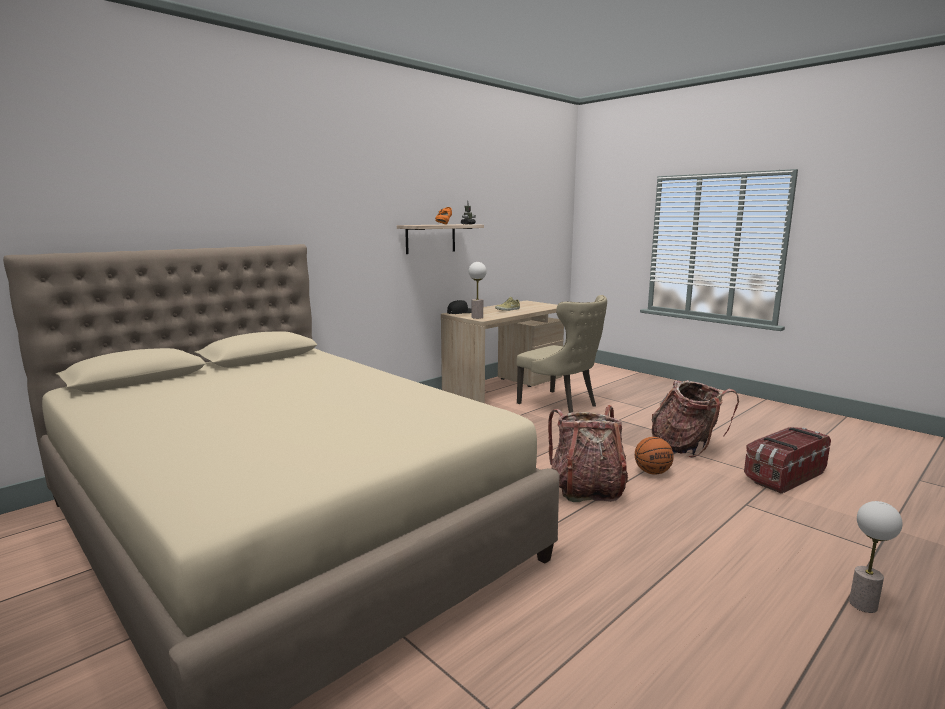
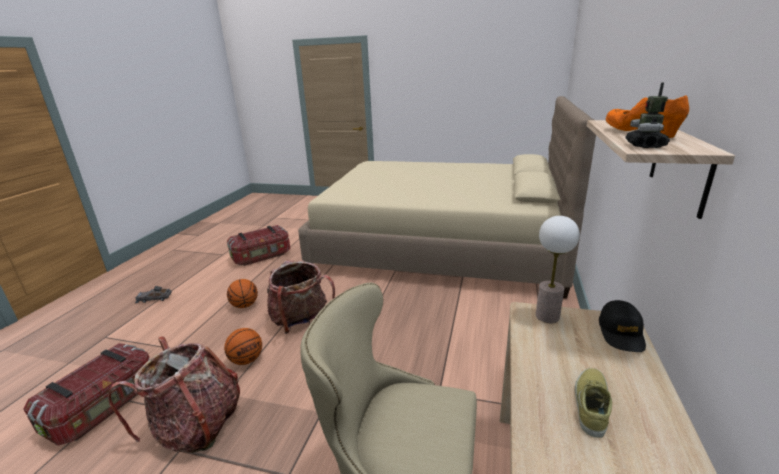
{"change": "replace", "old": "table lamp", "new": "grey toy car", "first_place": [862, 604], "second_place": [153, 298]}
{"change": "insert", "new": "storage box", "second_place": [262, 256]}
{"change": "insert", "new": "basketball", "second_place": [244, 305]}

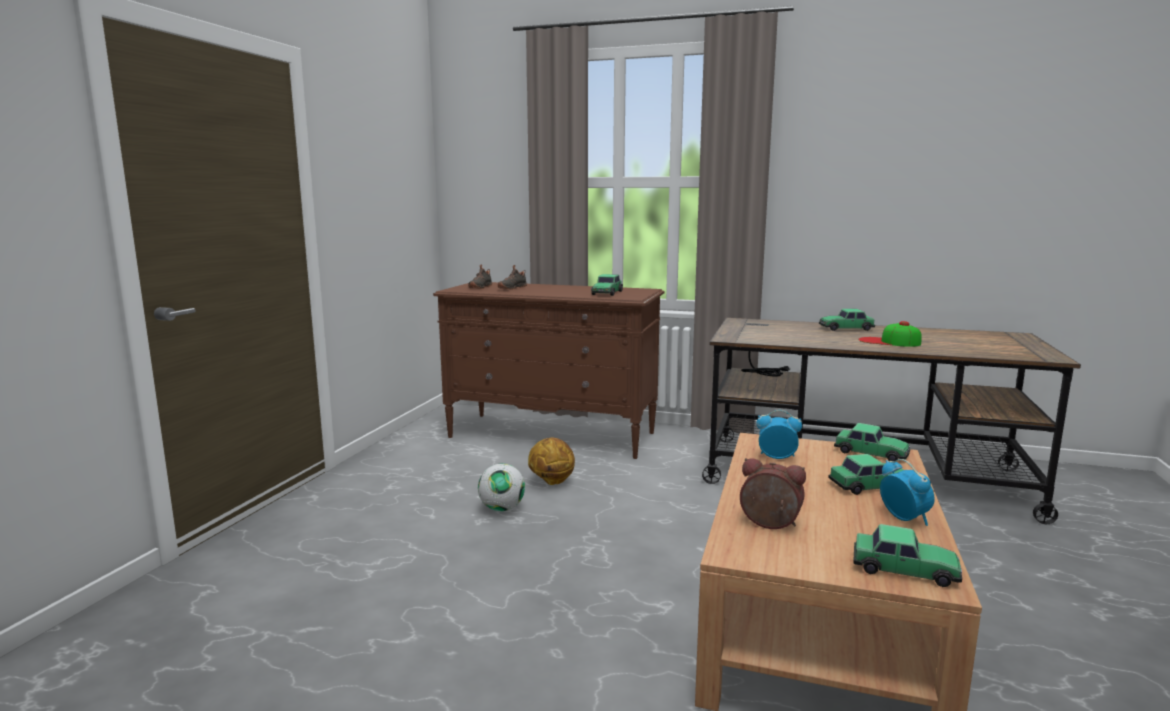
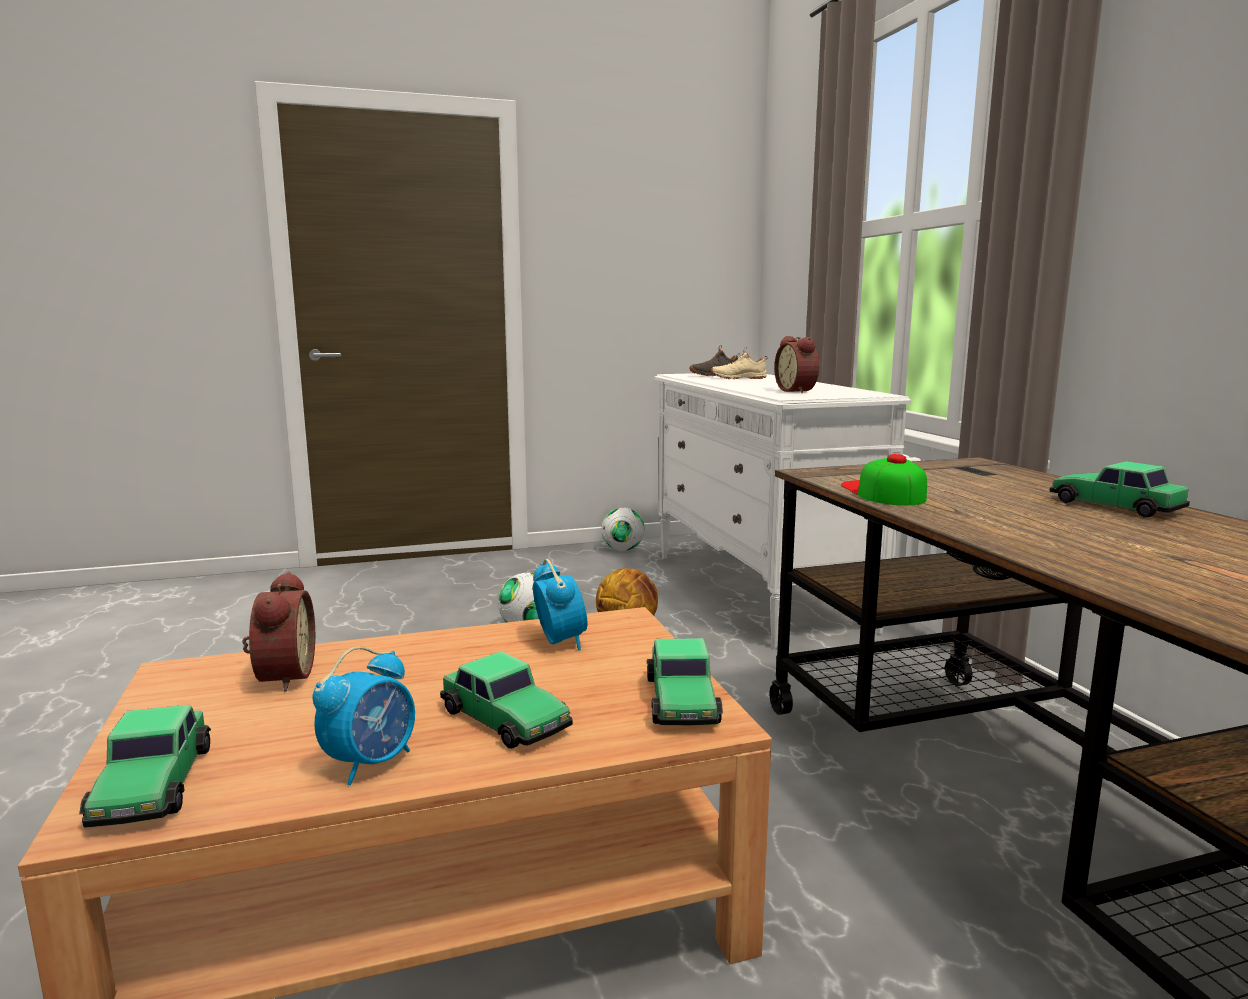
{"change": "recolor", "old": "black shoe", "new": "beige shoe", "first_place": [511, 288], "second_place": [738, 378]}
{"change": "replace", "old": "toy car", "new": "alarm clock", "first_place": [607, 293], "second_place": [798, 391]}
{"change": "recolor", "old": "brown dresser", "new": "white dresser", "first_place": [552, 436], "second_place": [756, 591]}
{"change": "move", "old": "cap", "first_place": [889, 342], "second_place": [882, 492]}
{"change": "insert", "new": "football", "second_place": [623, 550]}

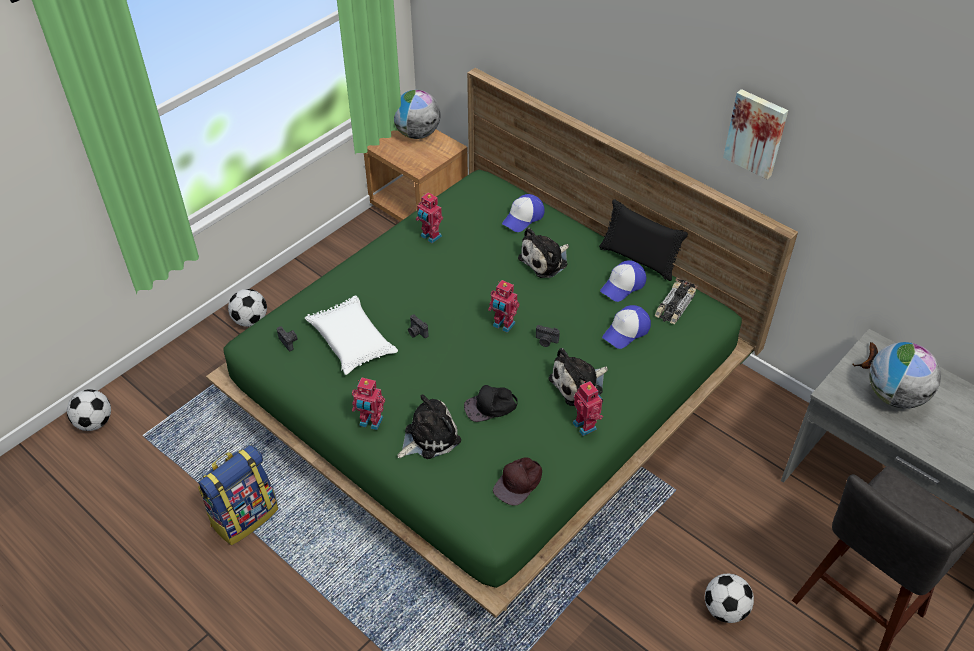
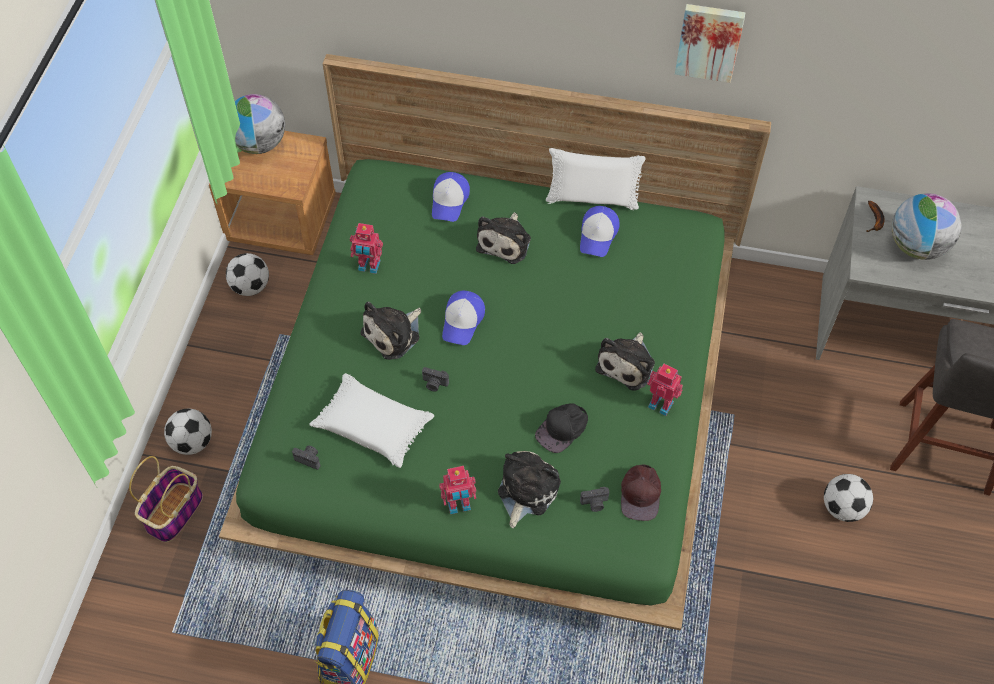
{"change": "recolor", "old": "black pillow", "new": "white pillow", "first_place": [639, 259], "second_place": [592, 198]}
{"change": "delete", "old": "toy car", "first_place": [674, 306]}
{"change": "delete", "old": "toy robot", "first_place": [503, 325]}
{"change": "move", "old": "cap", "first_place": [626, 331], "second_place": [463, 321]}
{"change": "move", "old": "photo camera", "first_place": [546, 341], "second_place": [594, 503]}
{"change": "move", "old": "football", "first_place": [94, 422], "second_place": [250, 286]}
{"change": "insert", "new": "plush toy", "second_place": [394, 334]}
{"change": "insert", "new": "basket", "second_place": [174, 511]}

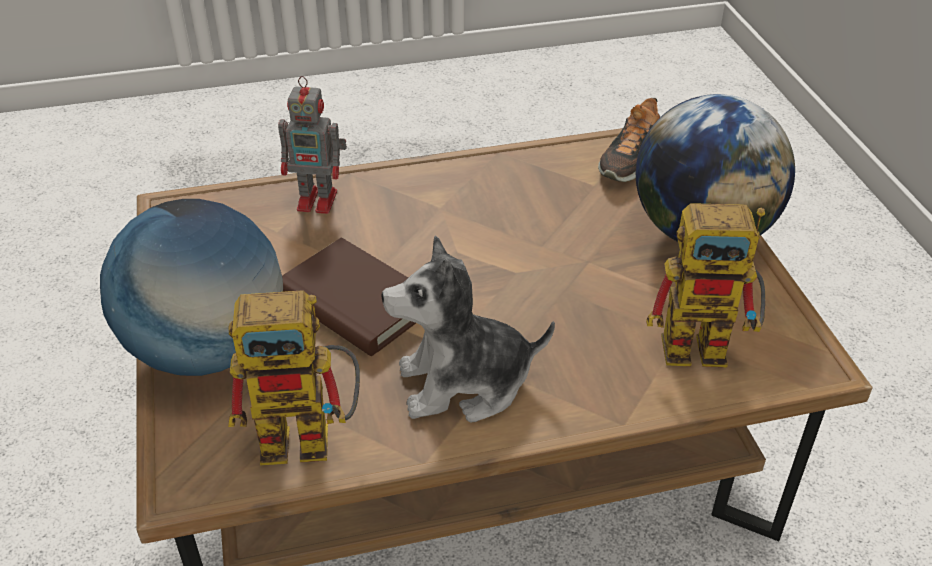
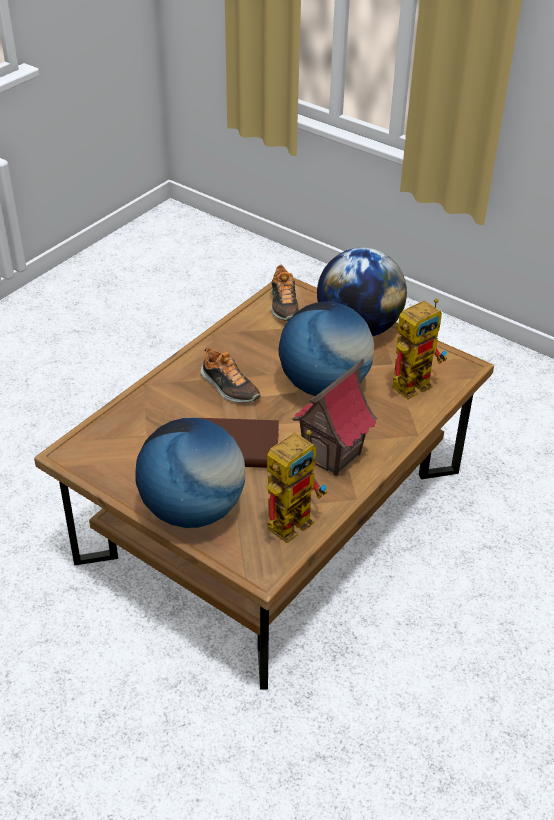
{"change": "delete", "old": "toy robot", "first_place": [319, 201]}
{"change": "replace", "old": "plush toy", "new": "toy house", "first_place": [464, 383], "second_place": [333, 456]}
{"change": "insert", "new": "globe", "second_place": [324, 386]}
{"change": "insert", "new": "shoe", "second_place": [229, 387]}

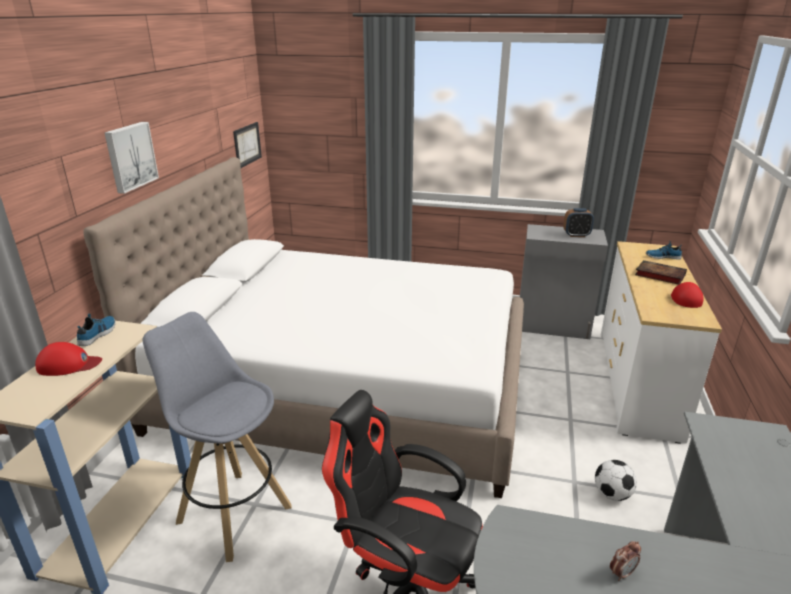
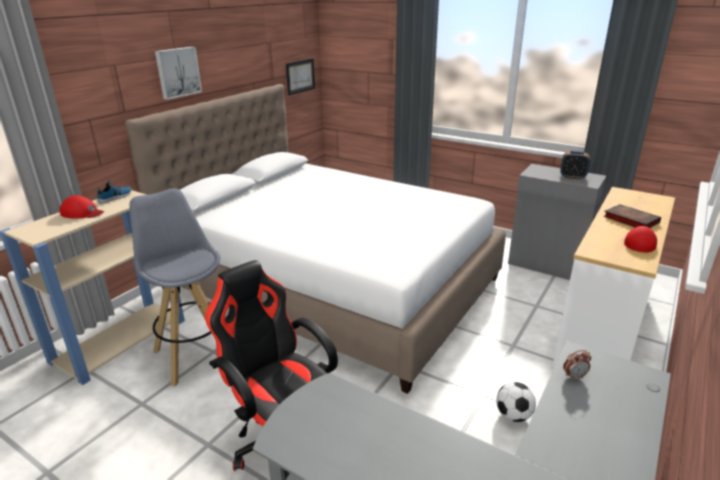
{"change": "delete", "old": "shoe", "first_place": [662, 256]}
{"change": "move", "old": "alarm clock", "first_place": [622, 573], "second_place": [574, 377]}

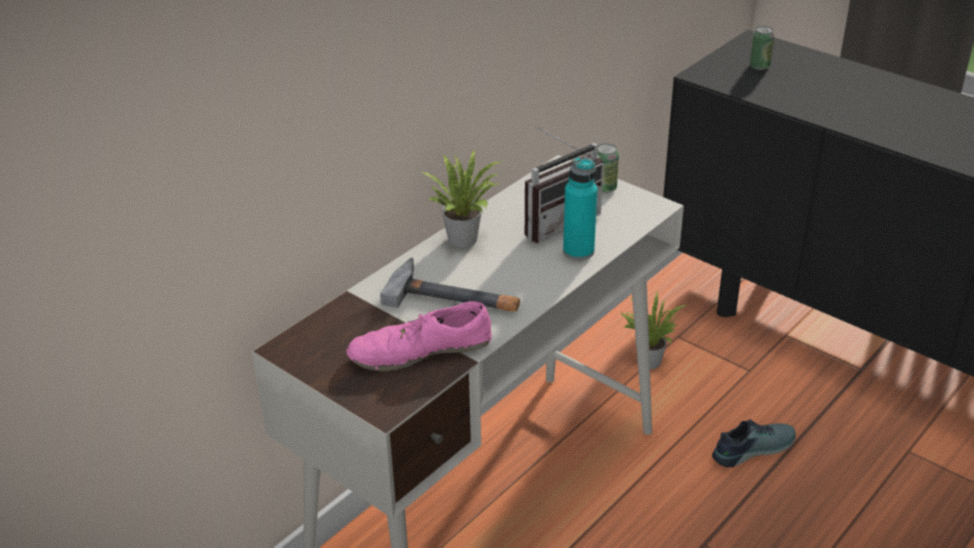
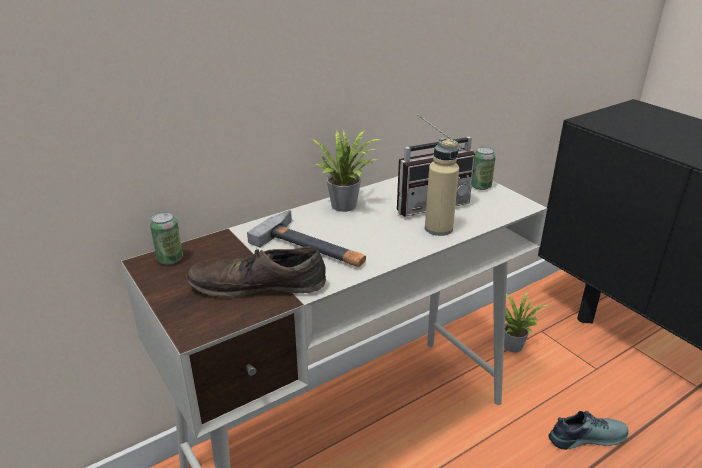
{"change": "move", "old": "can", "first_place": [759, 66], "second_place": [170, 259]}
{"change": "recolor", "old": "turquoise bottle", "new": "beige bottle", "first_place": [578, 251], "second_place": [438, 228]}
{"change": "recolor", "old": "pink shoe", "new": "brown shoe", "first_place": [420, 350], "second_place": [257, 285]}

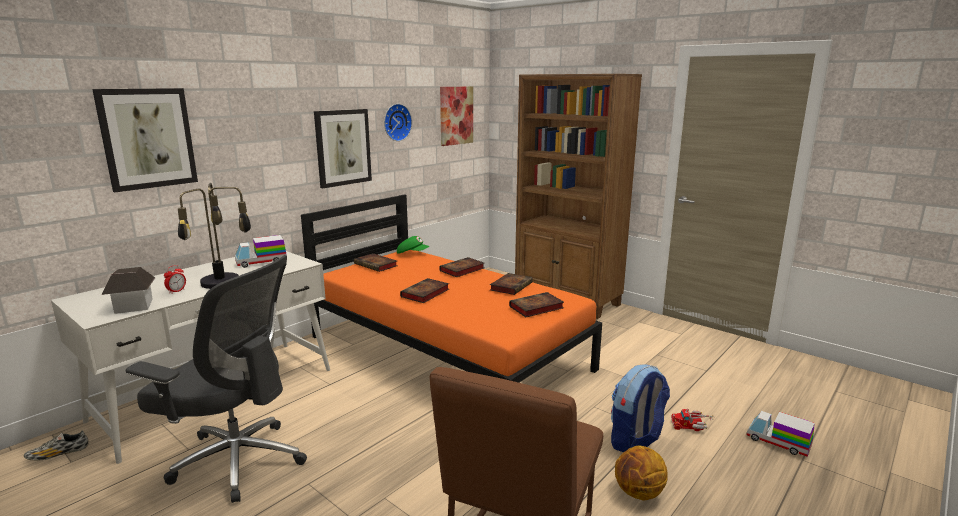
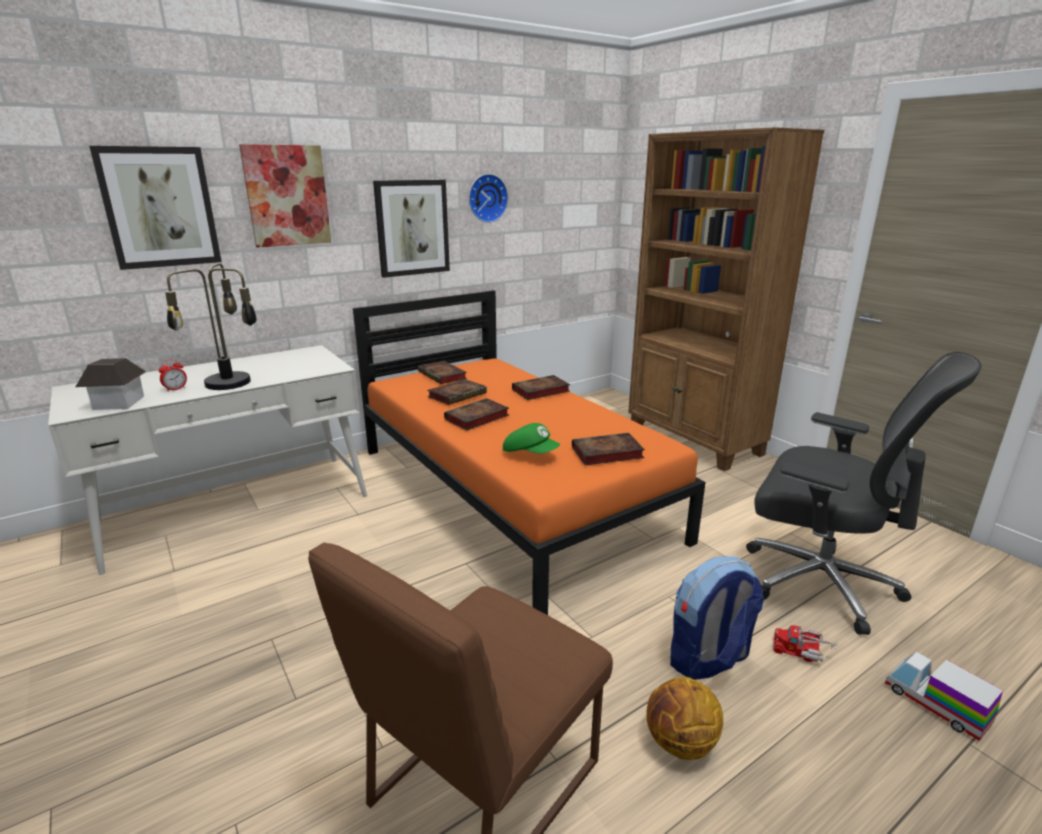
{"change": "move", "old": "picture", "first_place": [456, 115], "second_place": [287, 196]}
{"change": "delete", "old": "toy truck", "first_place": [261, 262]}
{"change": "move", "old": "green cap", "first_place": [412, 253], "second_place": [530, 453]}
{"change": "move", "old": "office chair", "first_place": [236, 460], "second_place": [816, 584]}
{"change": "move", "old": "book", "first_place": [511, 286], "second_place": [458, 395]}
{"change": "delete", "old": "shoe", "first_place": [58, 455]}

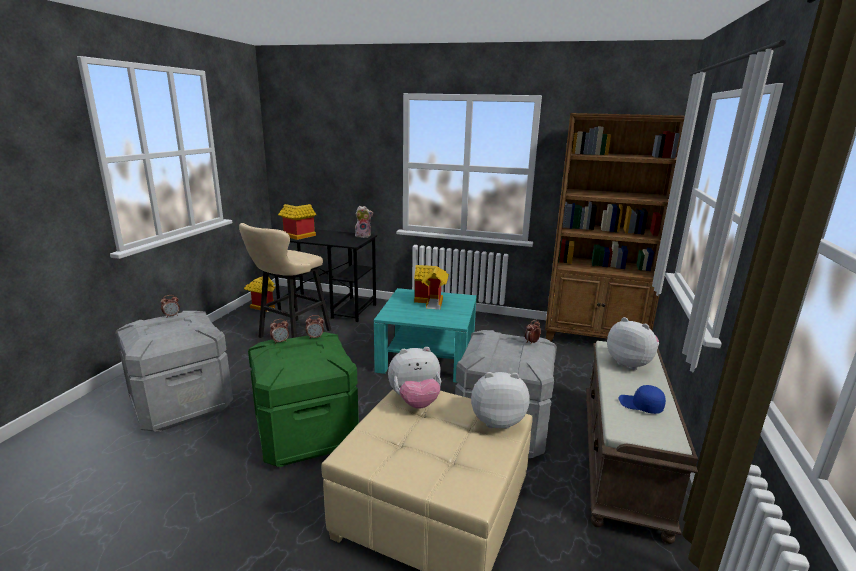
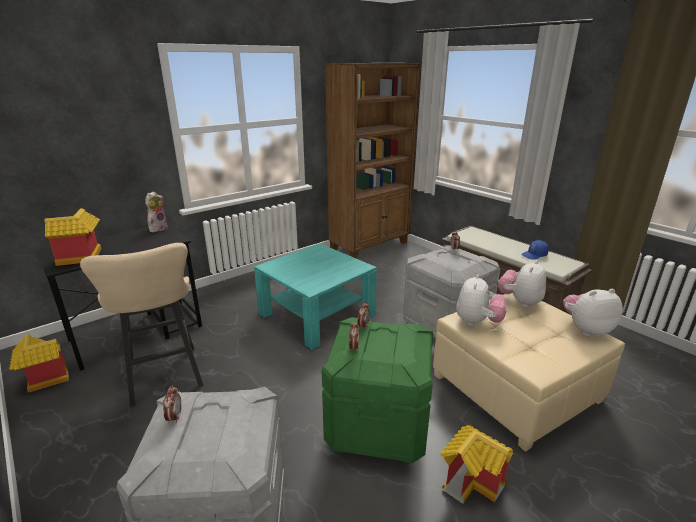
{"change": "move", "old": "toy house", "first_place": [432, 302], "second_place": [472, 481]}
{"change": "move", "old": "plush toy", "first_place": [630, 363], "second_place": [586, 329]}

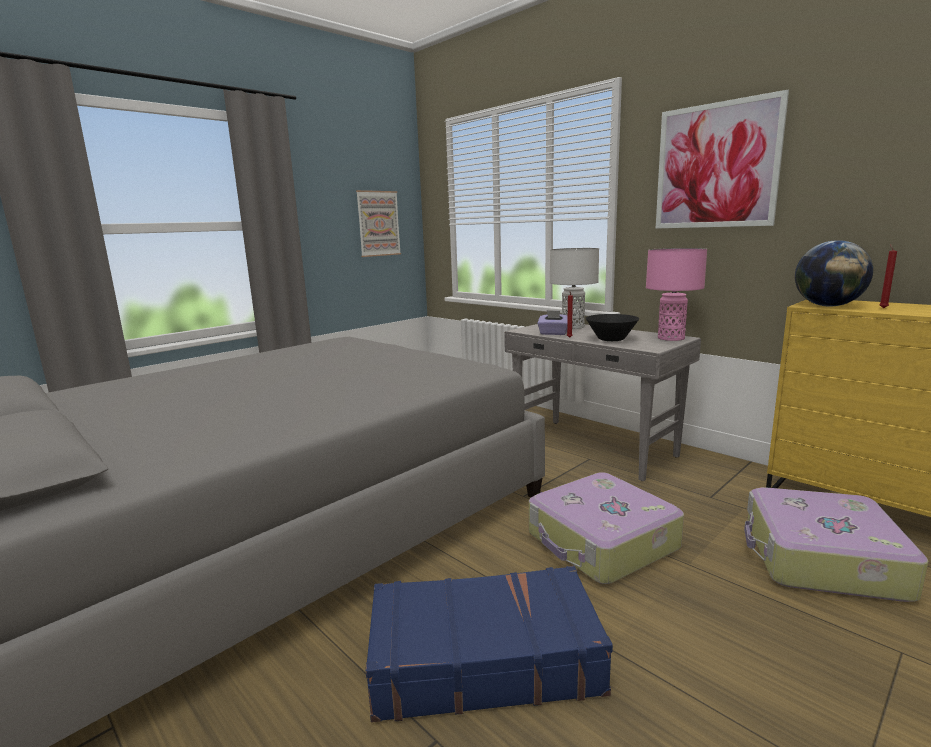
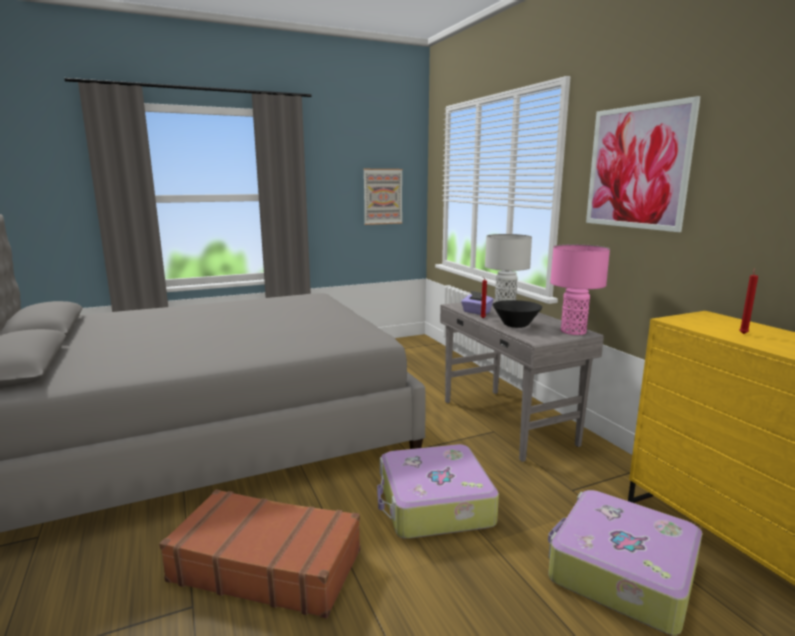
{"change": "delete", "old": "globe", "first_place": [827, 306]}
{"change": "recolor", "old": "blue suitcase", "new": "brown suitcase", "first_place": [483, 659], "second_place": [267, 565]}

